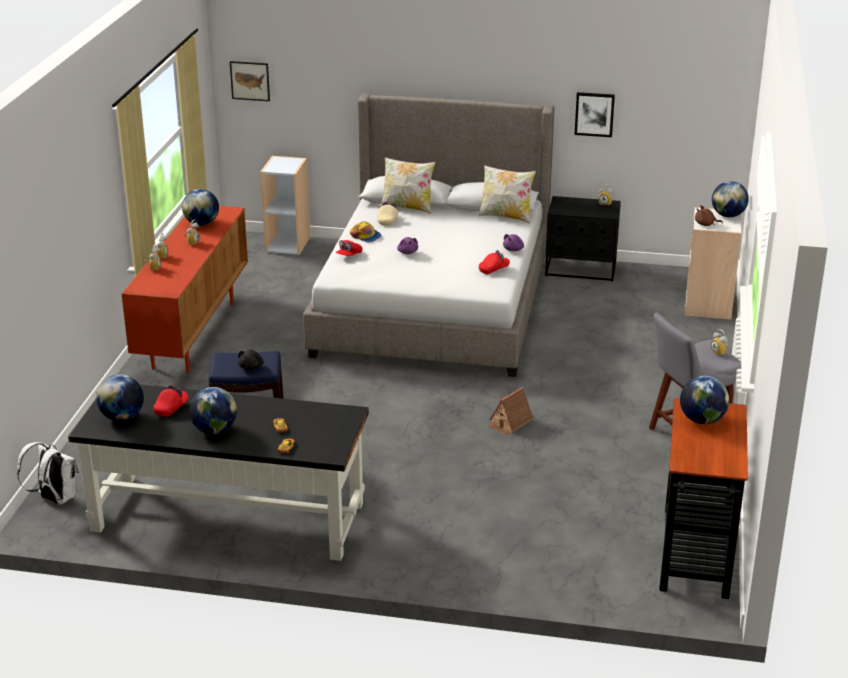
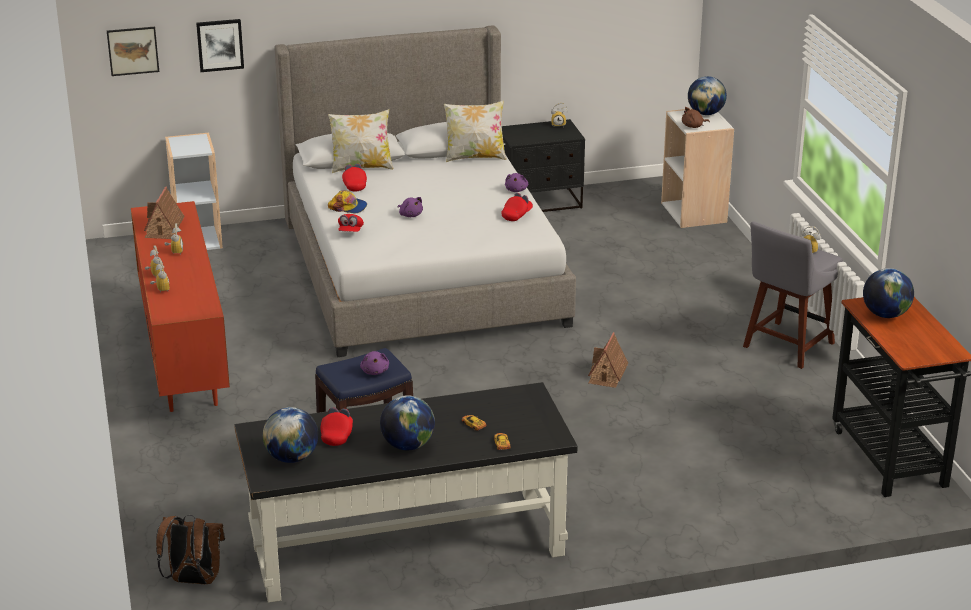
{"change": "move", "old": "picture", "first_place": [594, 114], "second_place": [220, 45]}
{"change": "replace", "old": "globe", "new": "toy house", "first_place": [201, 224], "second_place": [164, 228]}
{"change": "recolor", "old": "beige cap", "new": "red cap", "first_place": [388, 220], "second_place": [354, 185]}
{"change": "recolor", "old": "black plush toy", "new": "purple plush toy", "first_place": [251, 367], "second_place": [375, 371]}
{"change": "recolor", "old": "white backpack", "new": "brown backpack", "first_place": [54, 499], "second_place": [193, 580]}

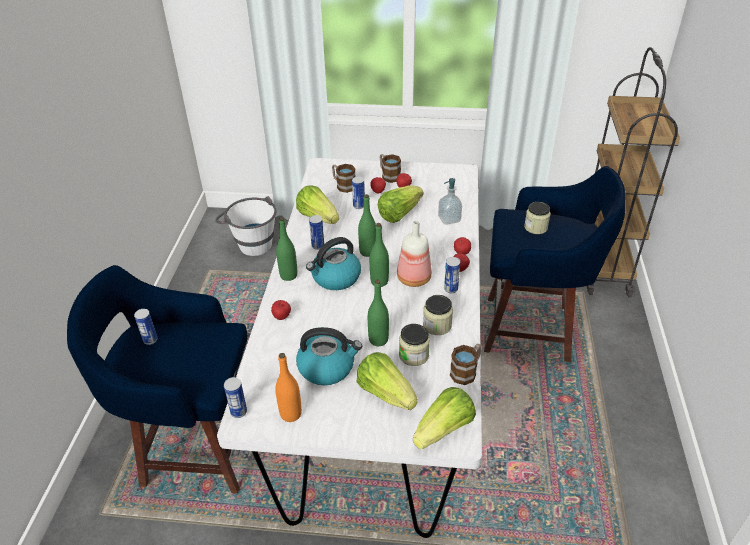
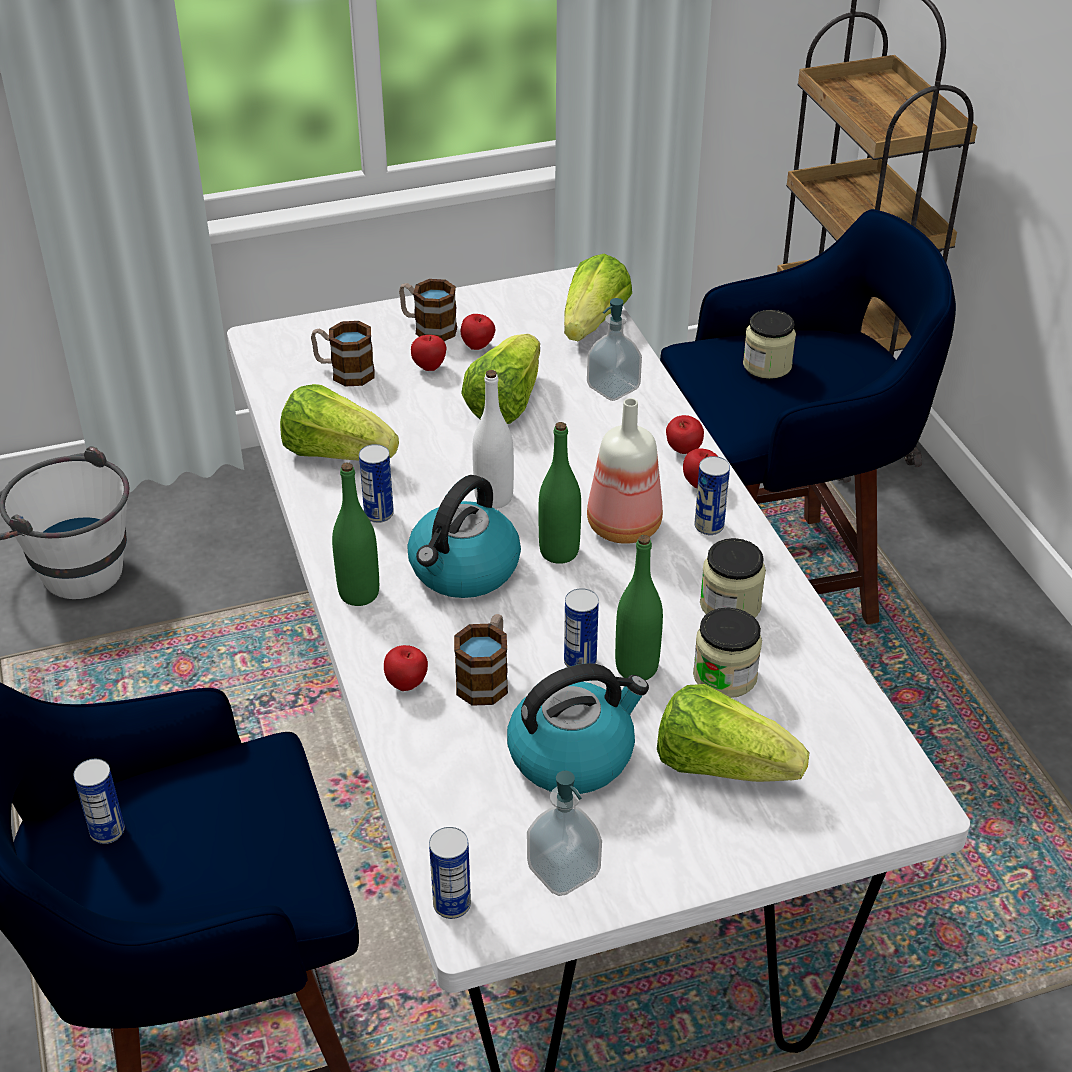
{"change": "move", "old": "can", "first_place": [359, 206], "second_place": [580, 662]}
{"change": "recolor", "old": "green bottle", "new": "white bottle", "first_place": [368, 252], "second_place": [493, 498]}
{"change": "move", "old": "mug", "first_place": [466, 371], "second_place": [486, 677]}
{"change": "replace", "old": "orange bottle", "new": "soap dispenser", "first_place": [291, 414], "second_place": [563, 870]}
{"change": "move", "old": "lettuce", "first_place": [444, 430], "second_place": [593, 324]}

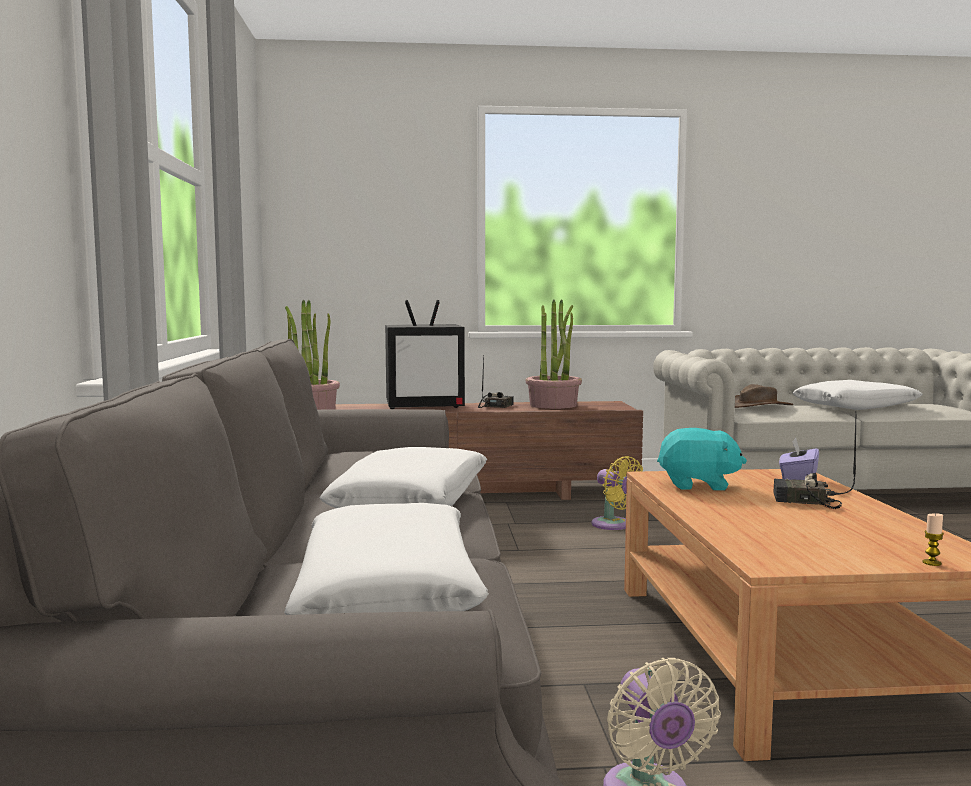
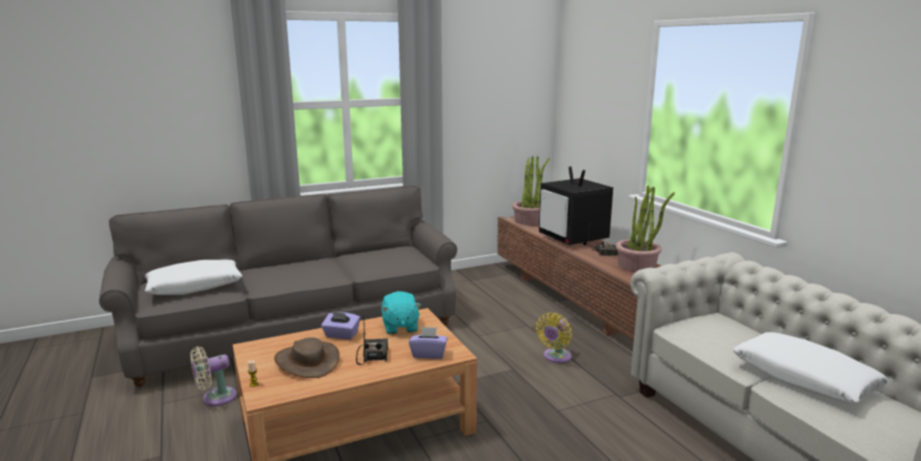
{"change": "move", "old": "brown hat", "first_place": [757, 406], "second_place": [307, 361]}
{"change": "delete", "old": "white pillow", "first_place": [412, 500]}
{"change": "insert", "new": "purple tissue box", "second_place": [341, 335]}

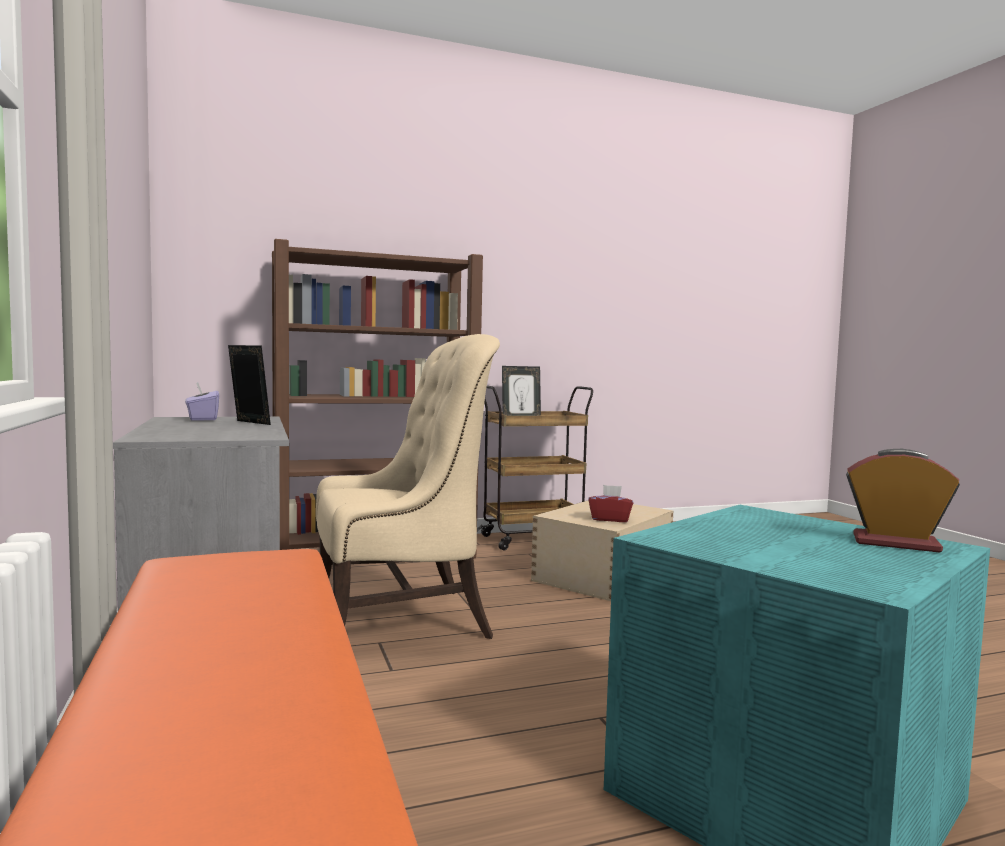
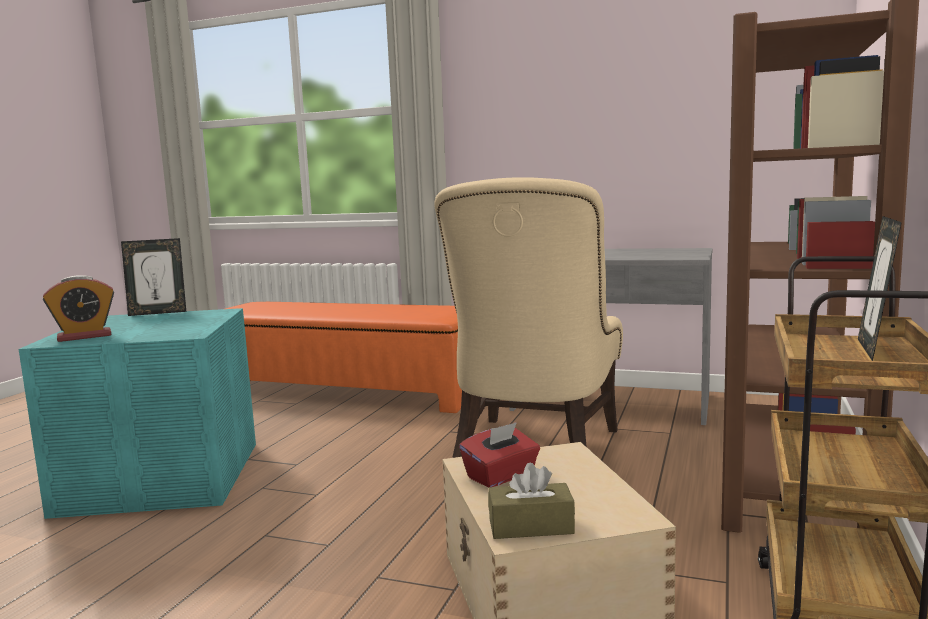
{"change": "move", "old": "picture frame", "first_place": [249, 423], "second_place": [158, 313]}
{"change": "delete", "old": "purple tissue box", "first_place": [202, 419]}
{"change": "insert", "new": "brown tissue box", "second_place": [531, 526]}

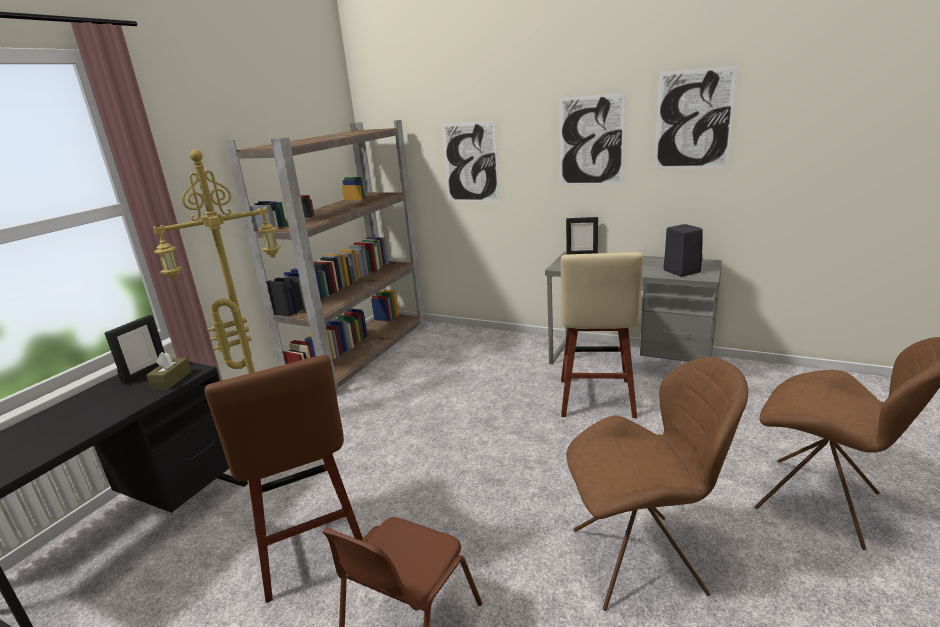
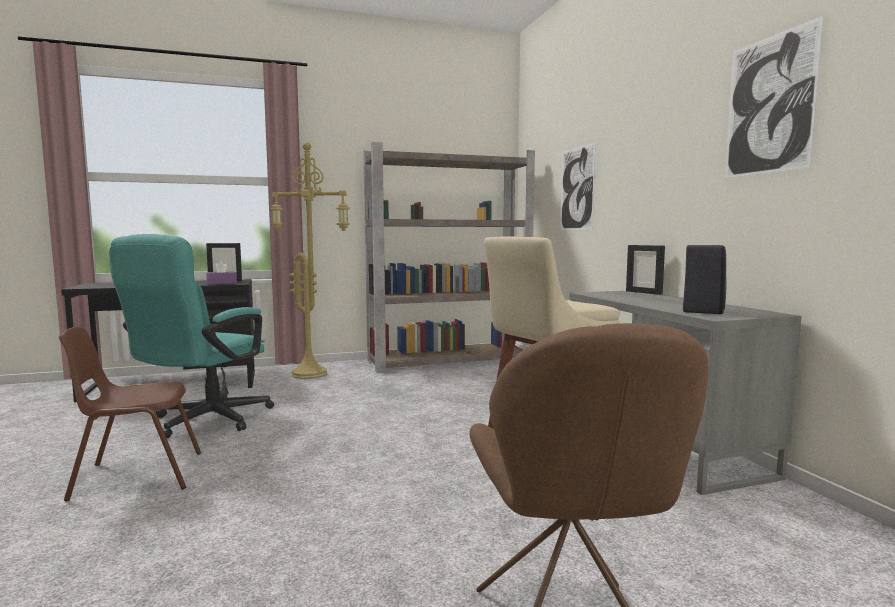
{"change": "delete", "old": "picture", "first_place": [591, 141]}
{"change": "recolor", "old": "brown tissue box", "new": "purple tissue box", "first_place": [171, 380], "second_place": [222, 283]}
{"change": "replace", "old": "brown stool", "new": "turquoise office chair", "first_place": [310, 548], "second_place": [203, 422]}
{"change": "delete", "old": "brown chair", "first_place": [642, 560]}

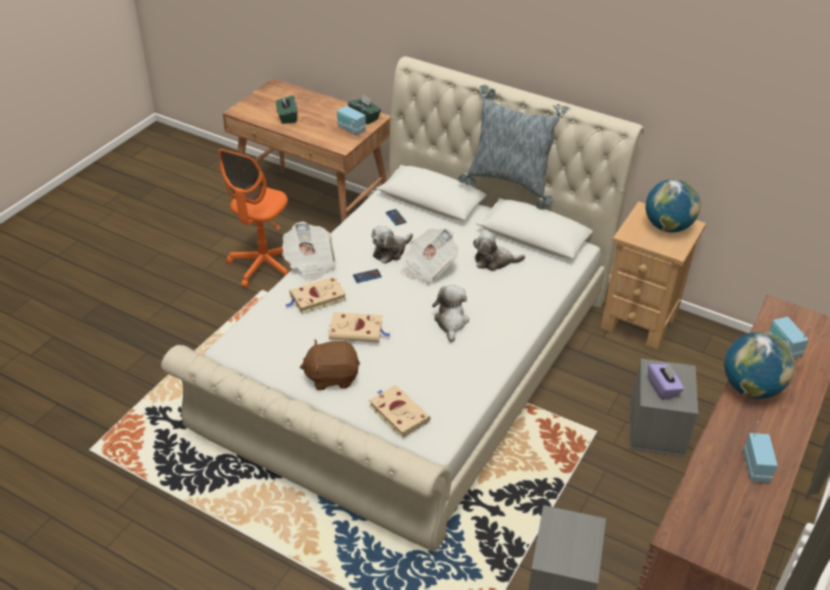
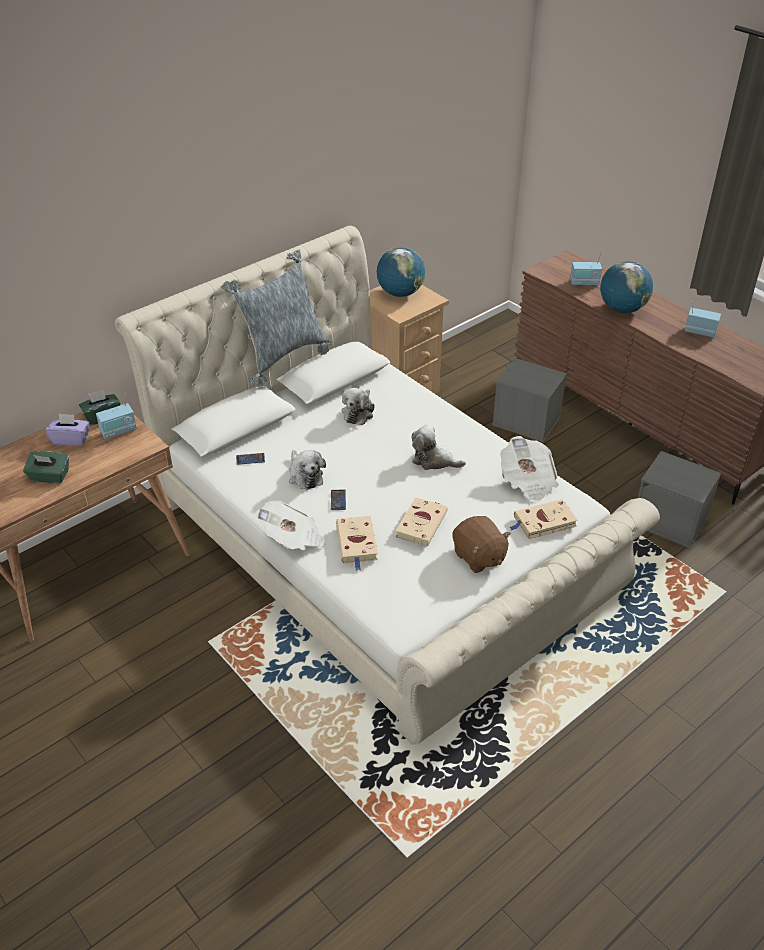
{"change": "delete", "old": "orange office chair", "first_place": [263, 266]}
{"change": "move", "old": "newspaper", "first_place": [428, 267], "second_place": [527, 482]}
{"change": "rotate", "old": "brown plush toy", "first_place": [332, 376], "second_place": [478, 557], "degrees": -45}
{"change": "move", "old": "purple tissue box", "first_place": [663, 388], "second_place": [71, 439]}

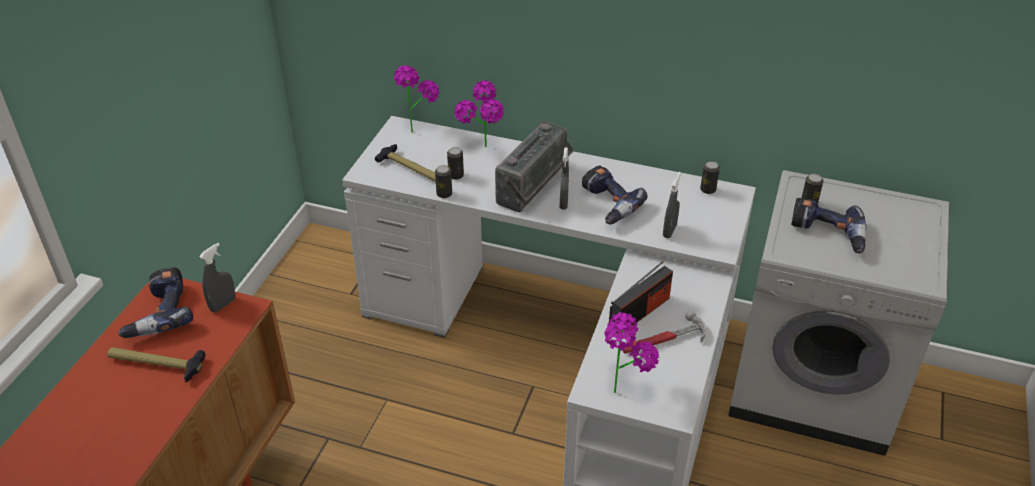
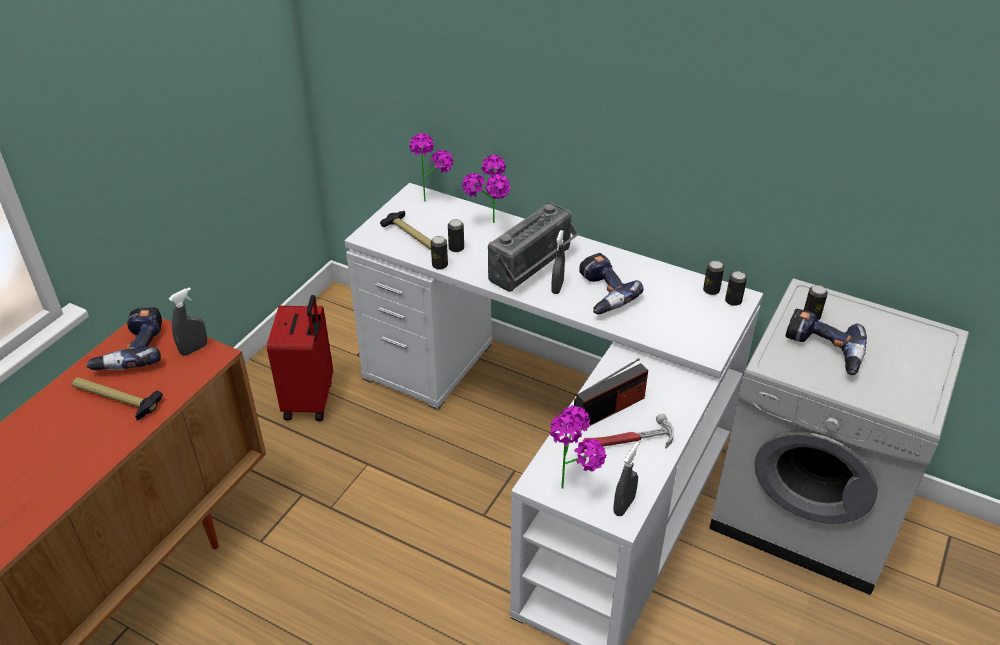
{"change": "move", "old": "grey spray bottle", "first_place": [669, 231], "second_place": [624, 506]}
{"change": "insert", "new": "can", "second_place": [733, 301]}
{"change": "insert", "new": "red suitcase", "second_place": [310, 400]}

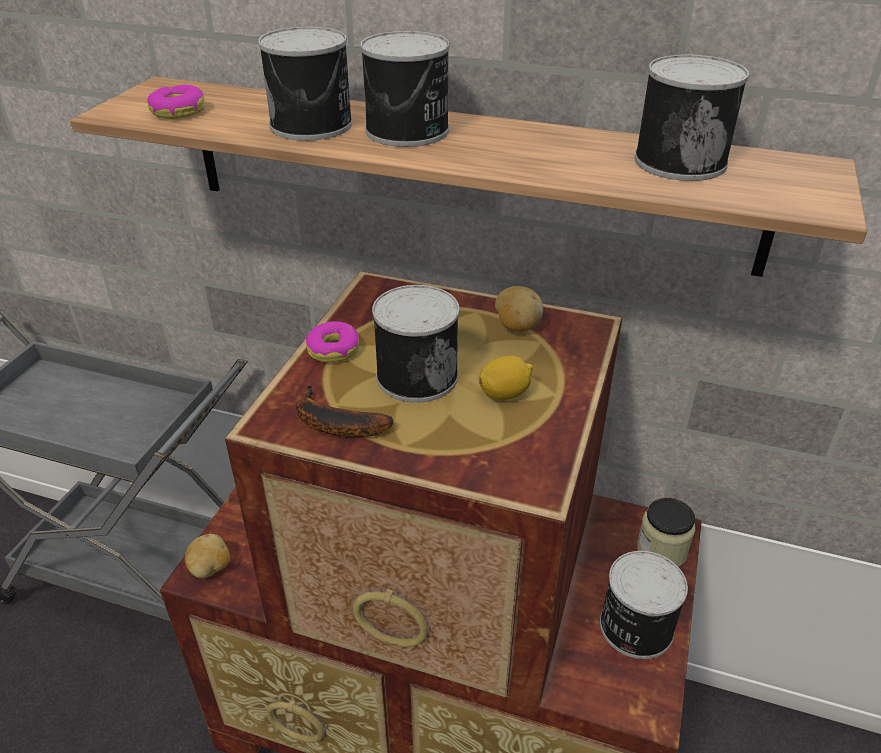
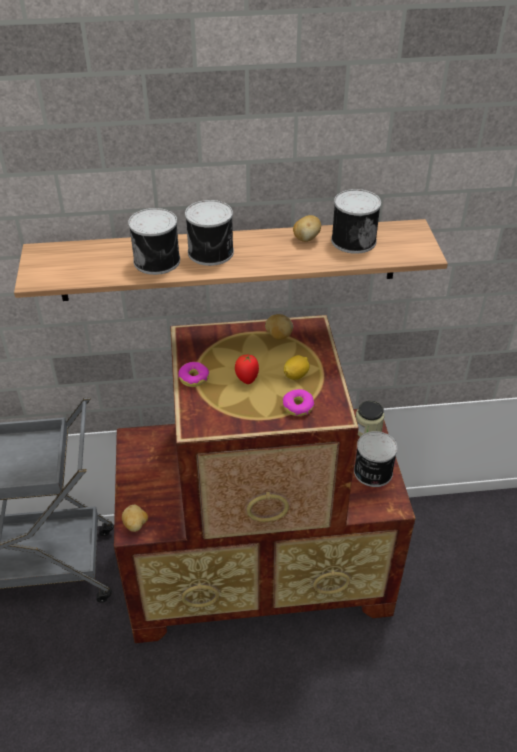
{"change": "move", "old": "donut", "first_place": [178, 111], "second_place": [298, 407]}
{"change": "replace", "old": "can", "new": "tomato", "first_place": [416, 375], "second_place": [246, 379]}
{"change": "delete", "old": "banana", "first_place": [333, 424]}
{"change": "insert", "new": "potato", "second_place": [306, 239]}

